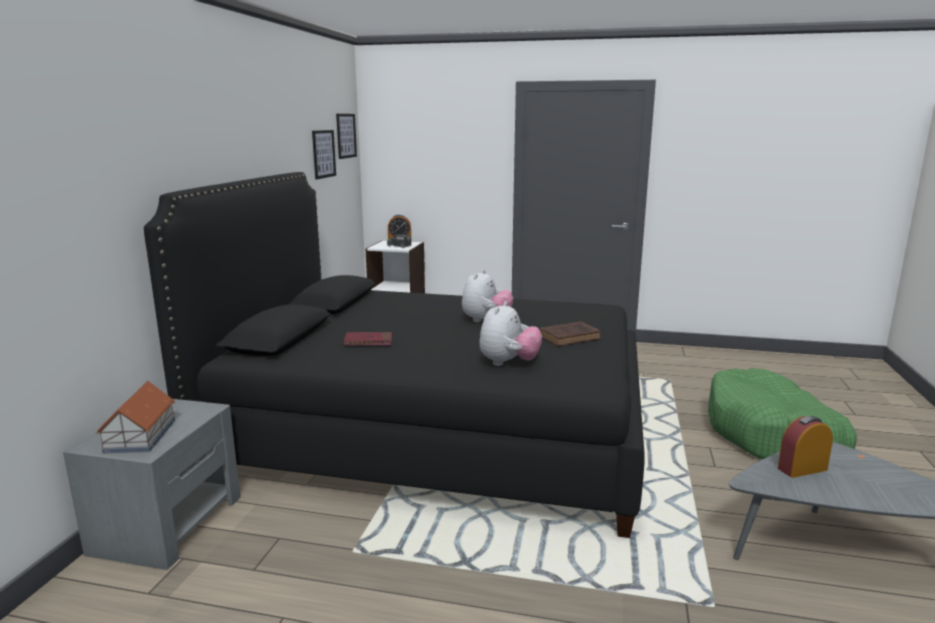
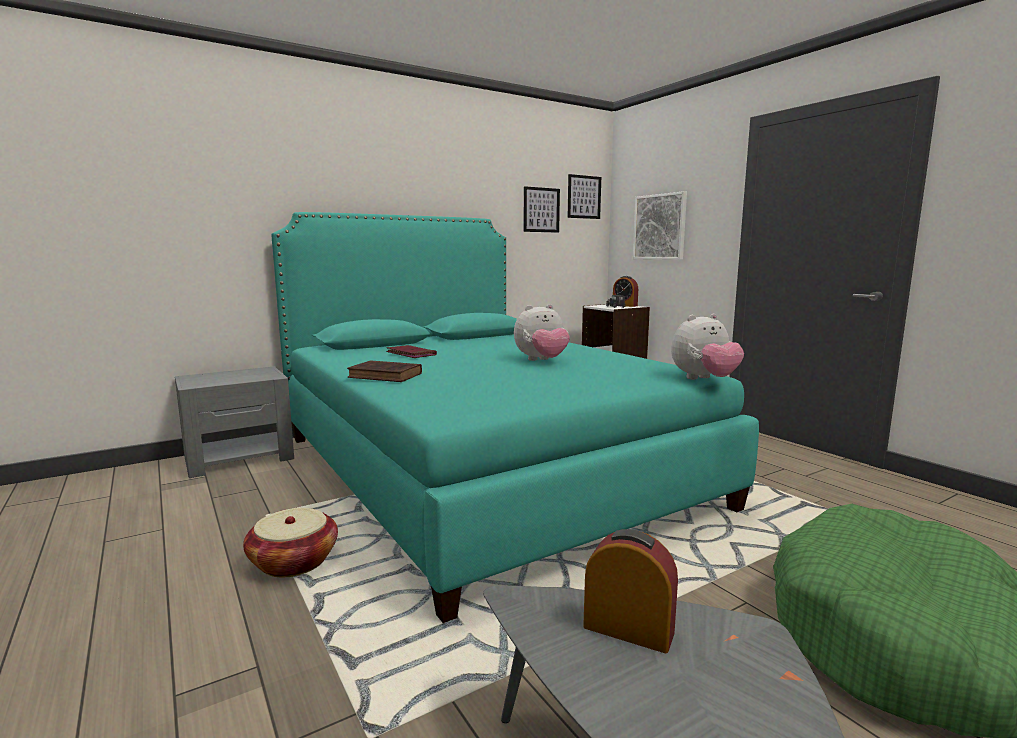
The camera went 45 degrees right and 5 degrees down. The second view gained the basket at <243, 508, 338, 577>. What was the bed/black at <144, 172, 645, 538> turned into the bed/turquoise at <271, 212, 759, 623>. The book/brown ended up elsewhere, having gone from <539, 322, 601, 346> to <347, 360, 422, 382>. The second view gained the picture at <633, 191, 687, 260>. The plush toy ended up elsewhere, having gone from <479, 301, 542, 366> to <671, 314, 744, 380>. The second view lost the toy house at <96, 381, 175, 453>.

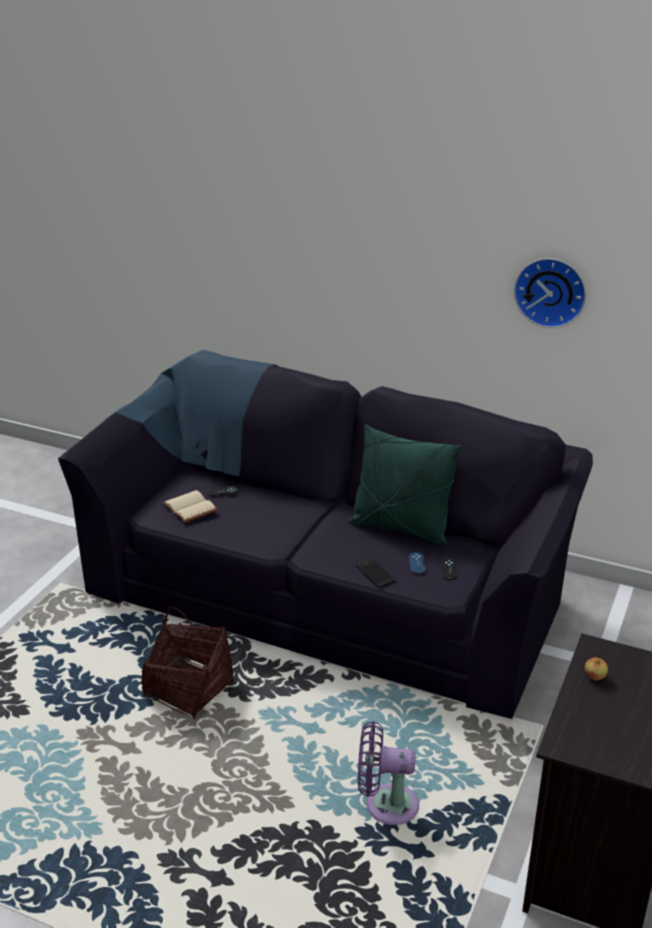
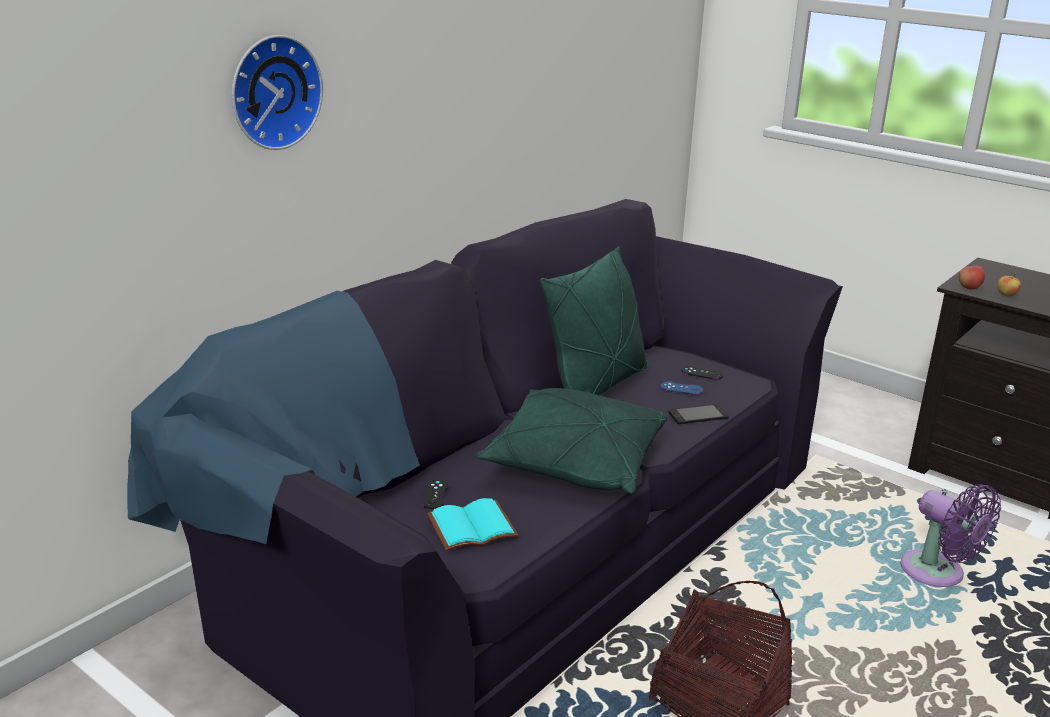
The camera went 75 degrees left and 5 degrees down. The wall clock ended up elsewhere, having gone from <514, 258, 586, 328> to <232, 35, 323, 150>. What was the book/beige at <163, 490, 218, 523> turned into the book/turquoise at <427, 498, 518, 551>. The second view gained the pillow/green at <477, 388, 667, 494>. The fan/purple at <358, 721, 419, 825> ended up facing another way, 60 degrees counterclockwise from before. The second view gained the apple at <959, 266, 985, 290>.

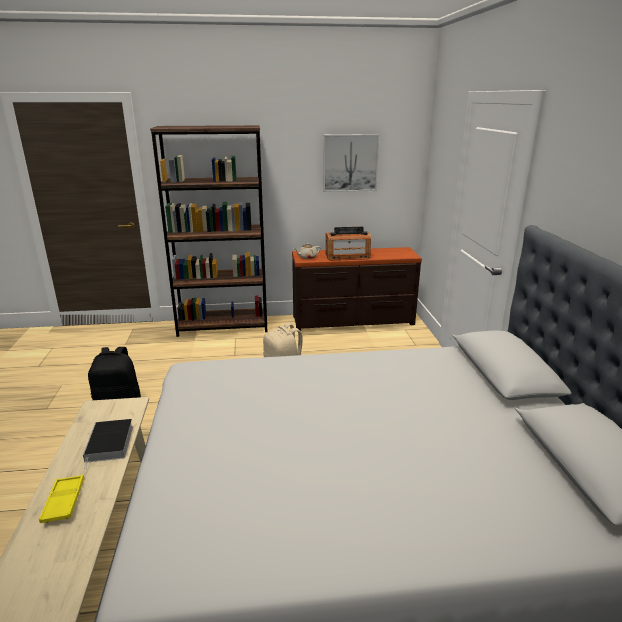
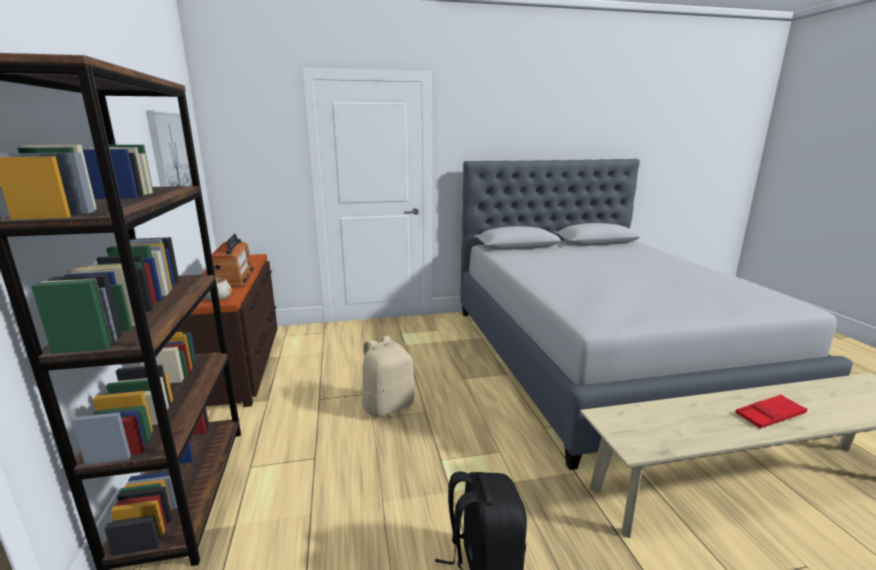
The camera went 95 degrees left and 5 degrees down. What was the tray/yellow at <39, 474, 84, 523> turned into the tray/red at <735, 394, 807, 428>. The second view lost the book at <83, 419, 133, 469>.

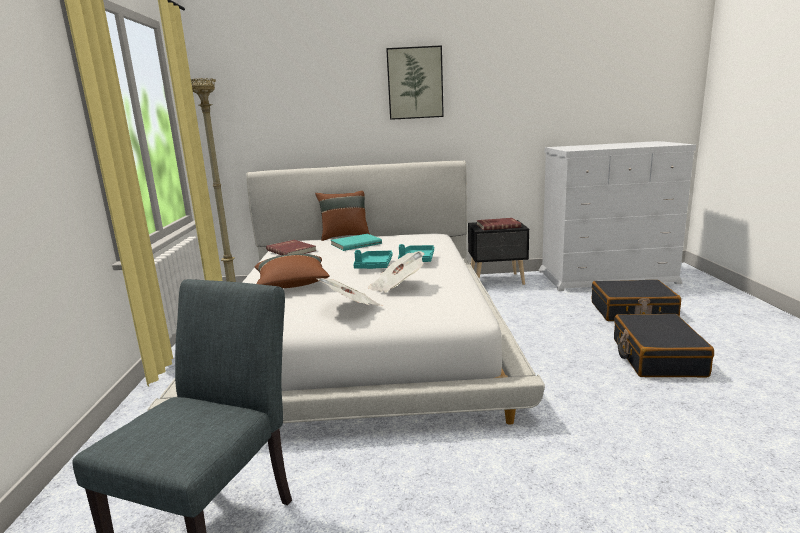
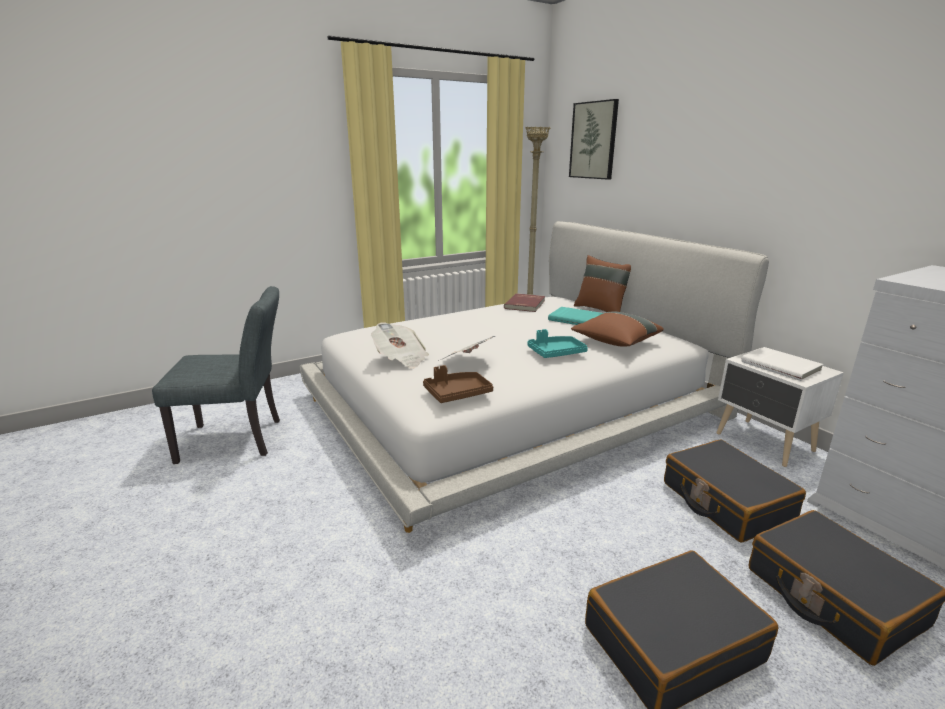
The camera went 60 degrees right and 5 degrees up. The second view gained the tray/brown at <423, 365, 493, 403>. The picture ended up elsewhere, having gone from <386, 45, 444, 120> to <569, 99, 619, 180>. The pillow/brown ended up elsewhere, having gone from <255, 254, 330, 288> to <571, 311, 664, 347>. The second view gained the suitcase/black at <664, 439, 806, 543>. What was the nightstand/black at <468, 220, 529, 285> turned into the nightstand/white at <716, 348, 844, 467>. What was the book/red at <477, 218, 521, 230> turned into the book/white at <741, 347, 824, 381>. The second view lost the tray/turquoise at <353, 250, 393, 269>.

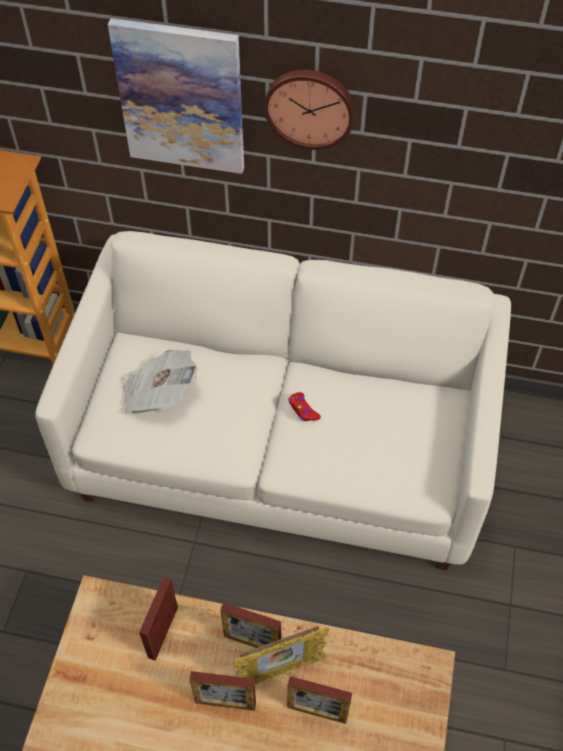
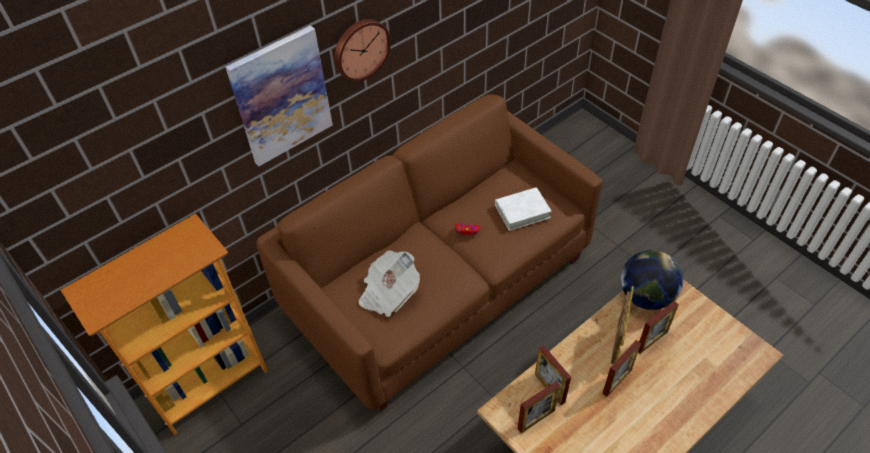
The camera went 50 degrees left and 5 degrees down. What was the sofa/white at <35, 231, 511, 570> turned into the sofa/brown at <257, 94, 603, 411>. The second view gained the book/white at <495, 187, 552, 231>. The picture frame ended up elsewhere, having gone from <220, 602, 281, 648> to <518, 381, 560, 433>. The second view gained the globe at <621, 250, 683, 310>.

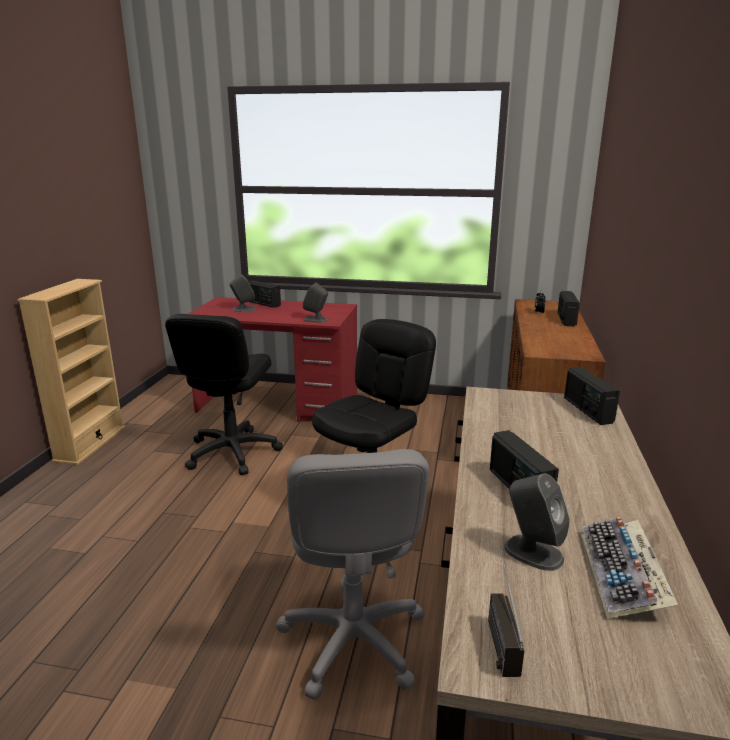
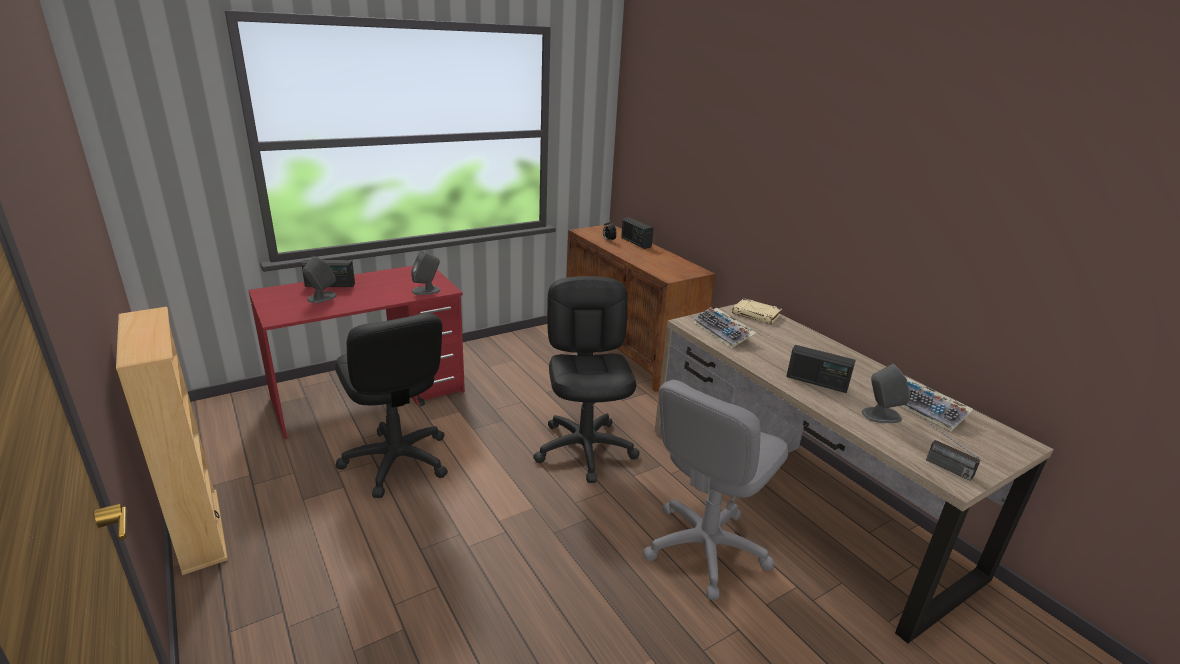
The camera went 45 degrees left and 5 degrees up. The office chair/grey at <276, 449, 429, 700> ended up facing another way, 90 degrees clockwise from before. The second view gained the keyboard at <694, 307, 756, 348>. Where the radio stood at <564, 367, 620, 425>, the book/beige came to stand at <732, 298, 782, 324>.

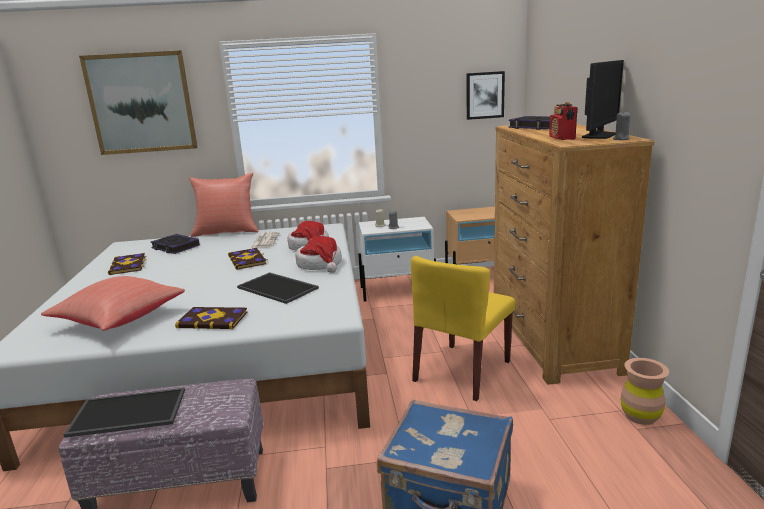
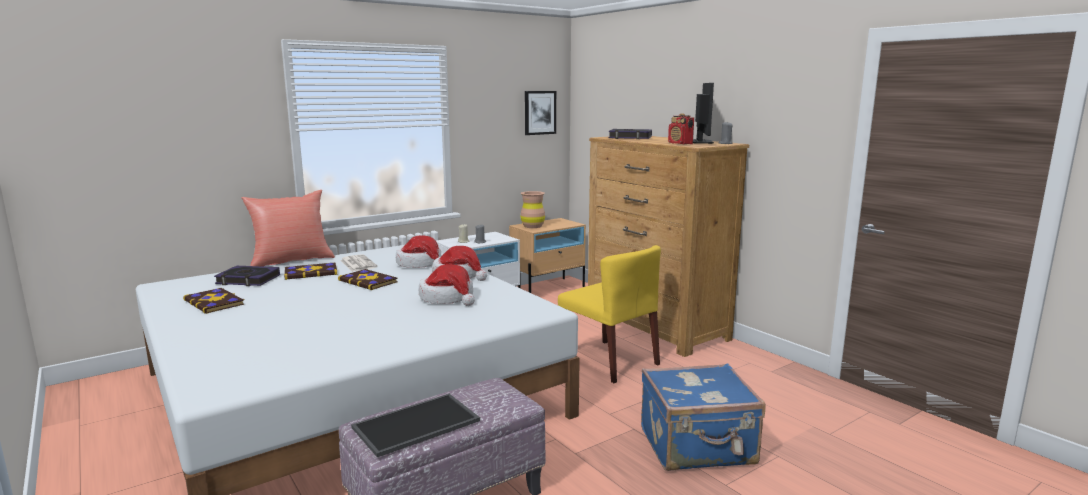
The camera went 30 degrees left and 5 degrees down. The book ended up elsewhere, having gone from <175, 307, 248, 329> to <284, 263, 337, 280>. Where the tray stood at <237, 272, 319, 304>, the hat came to stand at <419, 264, 475, 306>. The vase/brown ended up elsewhere, having gone from <620, 358, 669, 425> to <521, 191, 545, 228>. The chair/yellow at <411, 256, 516, 401> ended up facing another way, 45 degrees counterclockwise from before. The second view lost the pillow/red at <41, 276, 185, 331>. The second view lost the picture at <79, 50, 198, 155>.

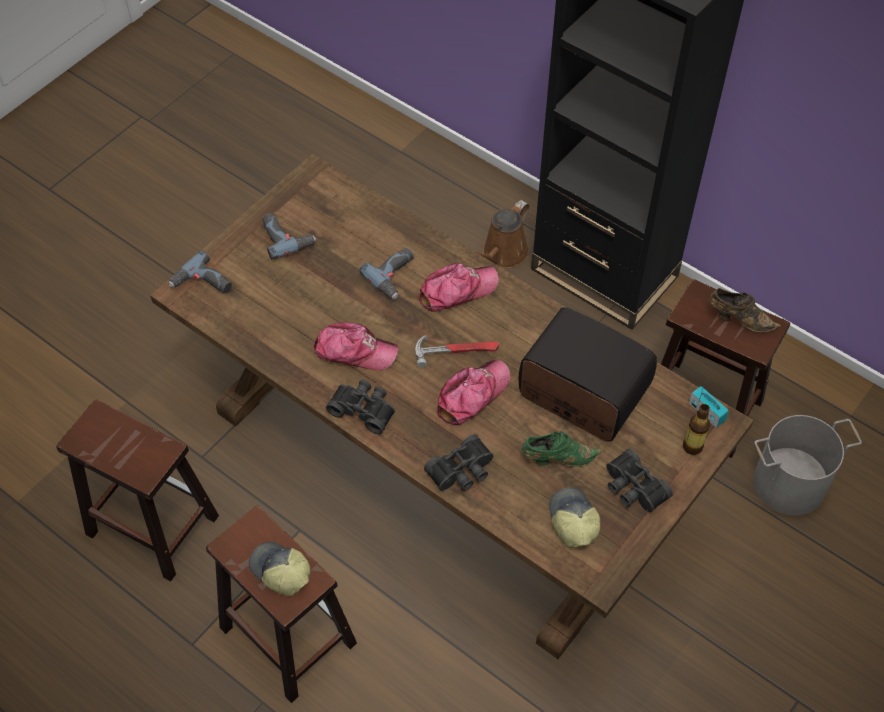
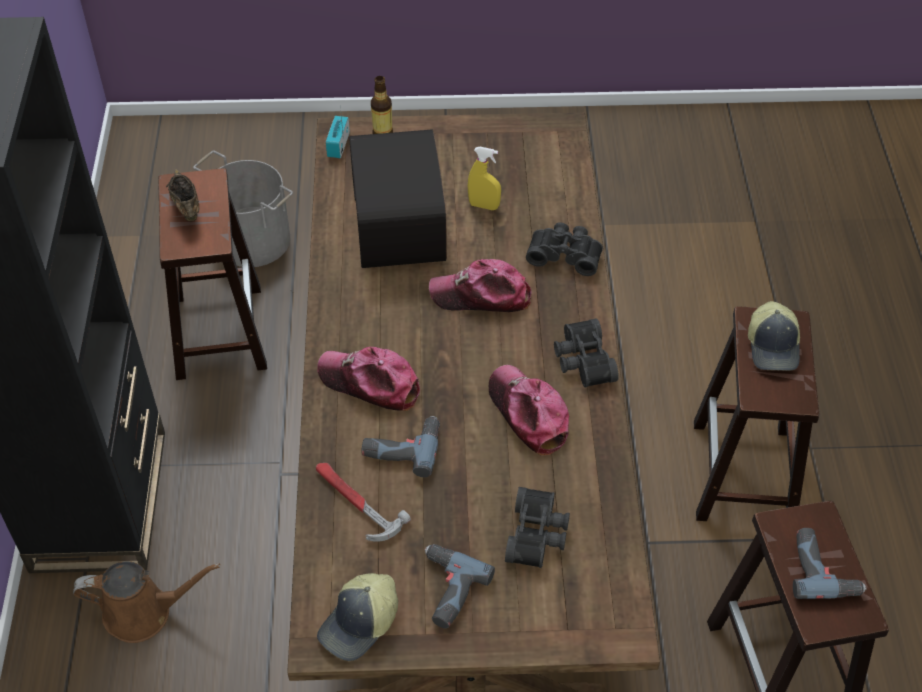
The camera went 130 degrees left and 5 degrees down. The hammer ended up elsewhere, having gone from <415, 335, 499, 367> to <316, 463, 411, 542>. The cap ended up elsewhere, having gone from <549, 488, 600, 548> to <317, 573, 398, 661>. Where the shoe/green stood at <522, 431, 603, 467>, the spray bottle/yellow came to stand at <468, 147, 501, 210>. The binoculars/black ended up elsewhere, having gone from <606, 449, 673, 512> to <505, 487, 570, 568>. The power drill ended up elsewhere, having gone from <169, 250, 232, 293> to <793, 528, 867, 599>.

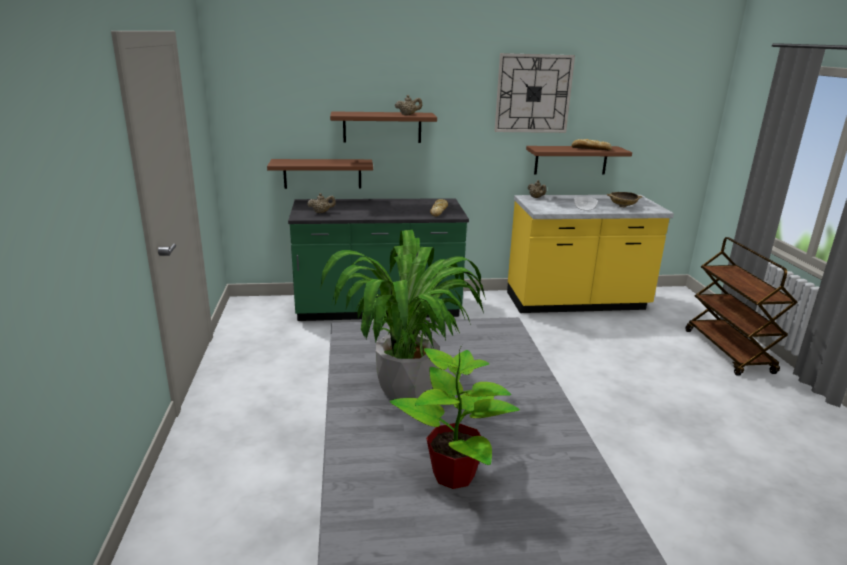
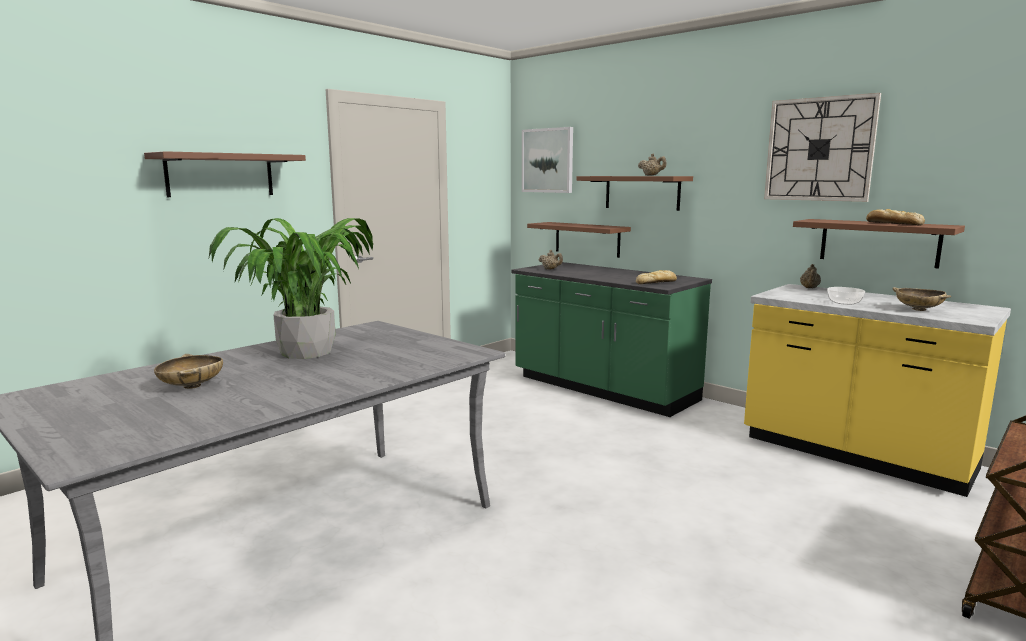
The camera went 50 degrees right and 10 degrees down. The second view gained the shelf/brown at <144, 151, 306, 197>. Where the potted plant stood at <390, 345, 520, 489>, the bowl/beige came to stand at <154, 354, 223, 389>. The second view gained the picture at <522, 127, 573, 193>.

